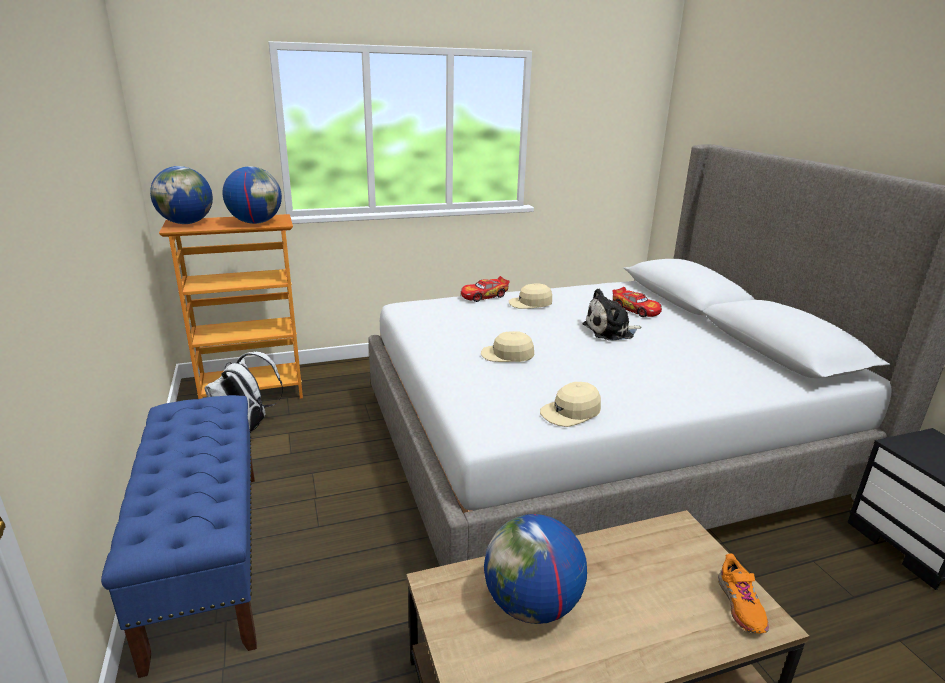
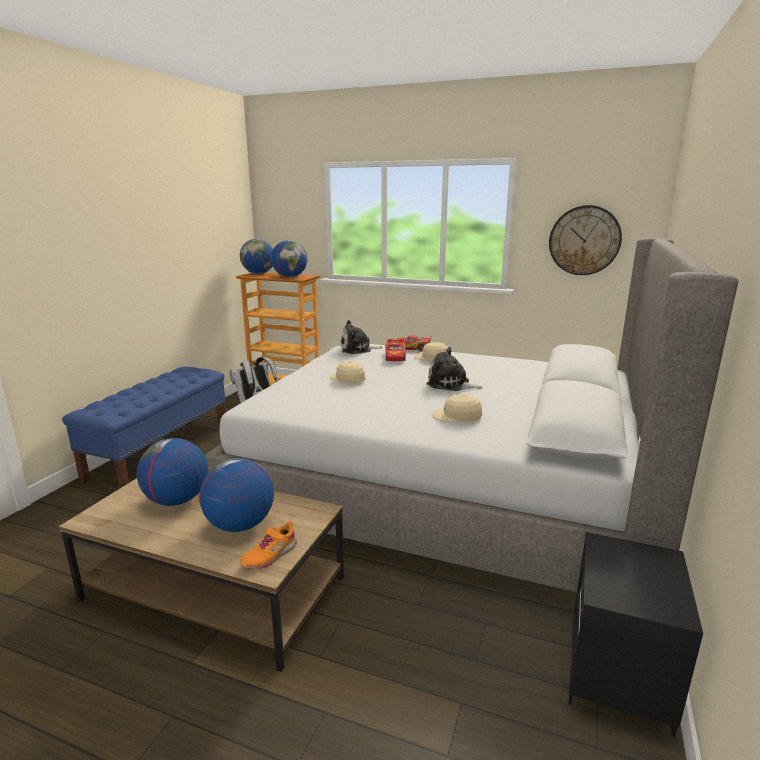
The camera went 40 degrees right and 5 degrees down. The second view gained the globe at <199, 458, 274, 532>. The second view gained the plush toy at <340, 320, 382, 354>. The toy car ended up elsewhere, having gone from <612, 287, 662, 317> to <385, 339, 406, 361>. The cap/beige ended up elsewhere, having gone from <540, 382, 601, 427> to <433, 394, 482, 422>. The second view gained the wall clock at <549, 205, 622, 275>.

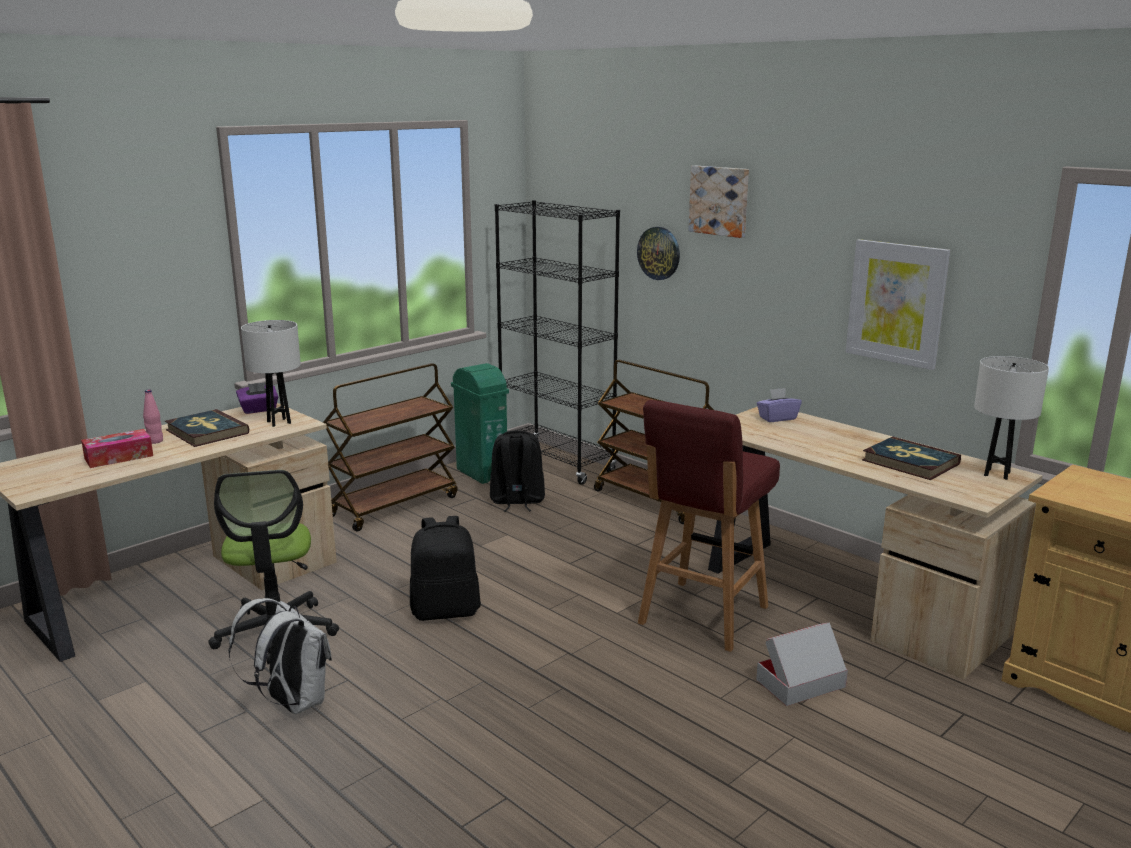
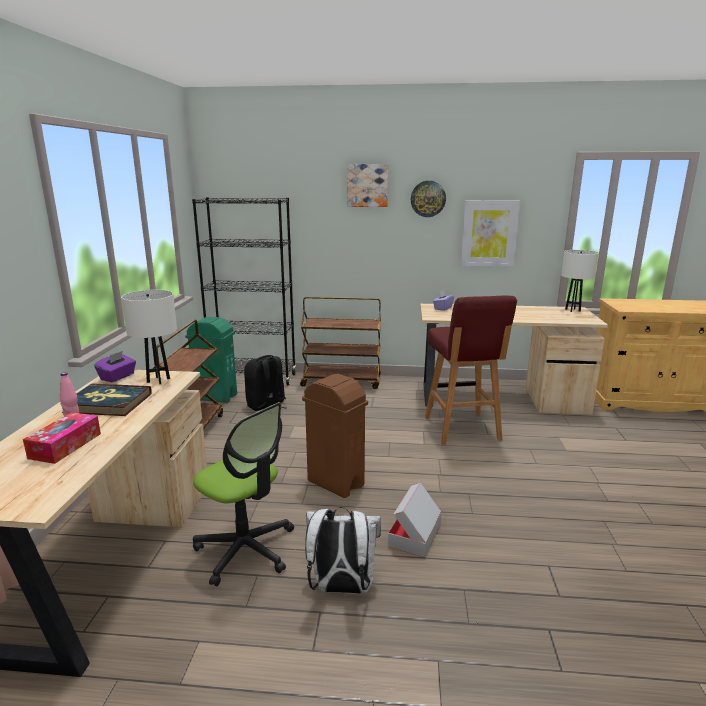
The camera went 40 degrees left and 0 degrees up. Where the backpack/black stood at <410, 516, 481, 621>, the trash can/brown came to stand at <302, 374, 368, 498>. The cardboard box ended up elsewhere, having gone from <756, 622, 848, 706> to <388, 482, 441, 557>. The wall clock ended up elsewhere, having gone from <637, 227, 680, 280> to <411, 181, 446, 217>. The second view lost the book at <862, 437, 961, 480>.

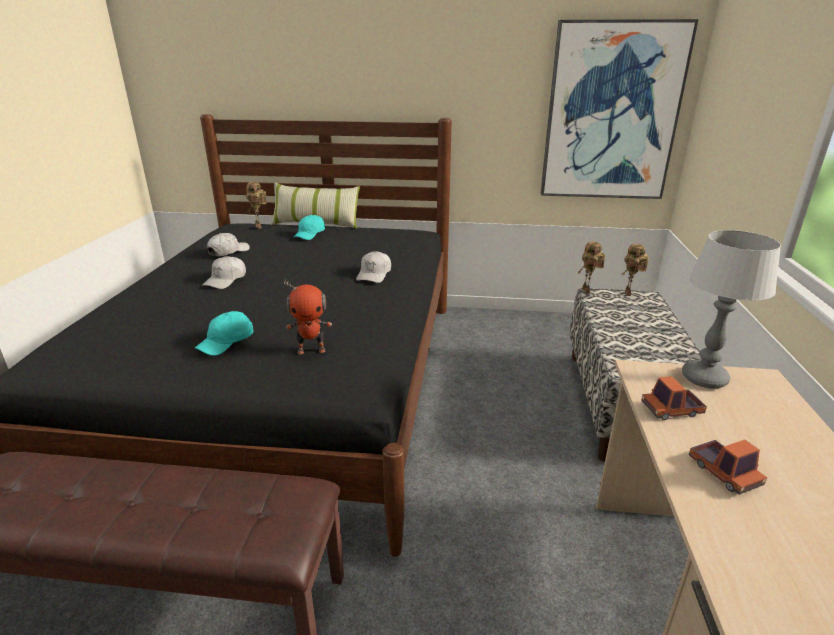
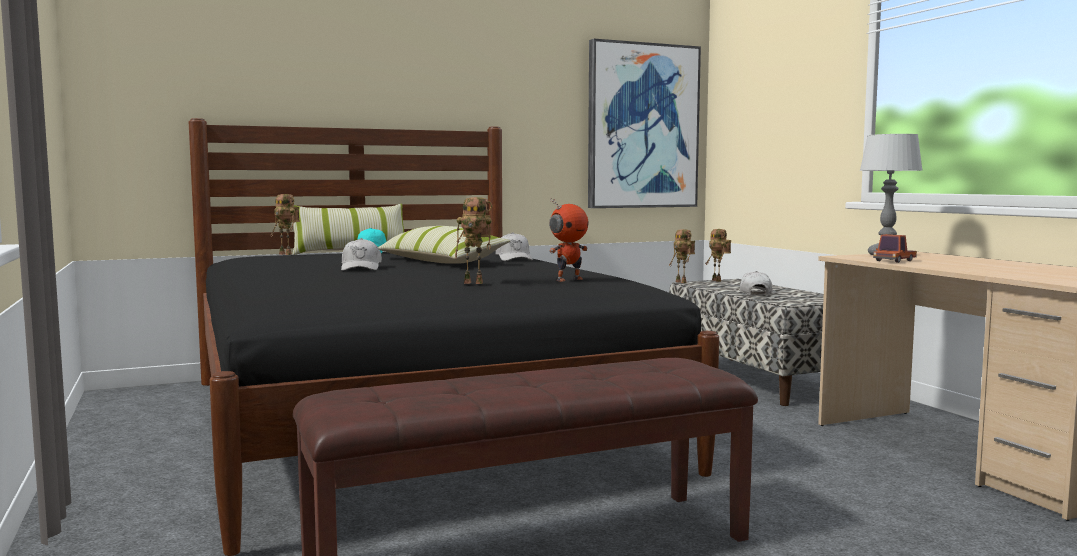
The camera went 30 degrees left and 20 degrees down. The second view gained the pillow at <378, 226, 511, 264>. Where the cap/turquoise stood at <195, 311, 253, 356>, the toy robot came to stand at <455, 197, 492, 284>. The cap/white ended up elsewhere, having gone from <207, 233, 250, 256> to <740, 271, 772, 295>. The second view lost the toy truck at <689, 439, 767, 494>.

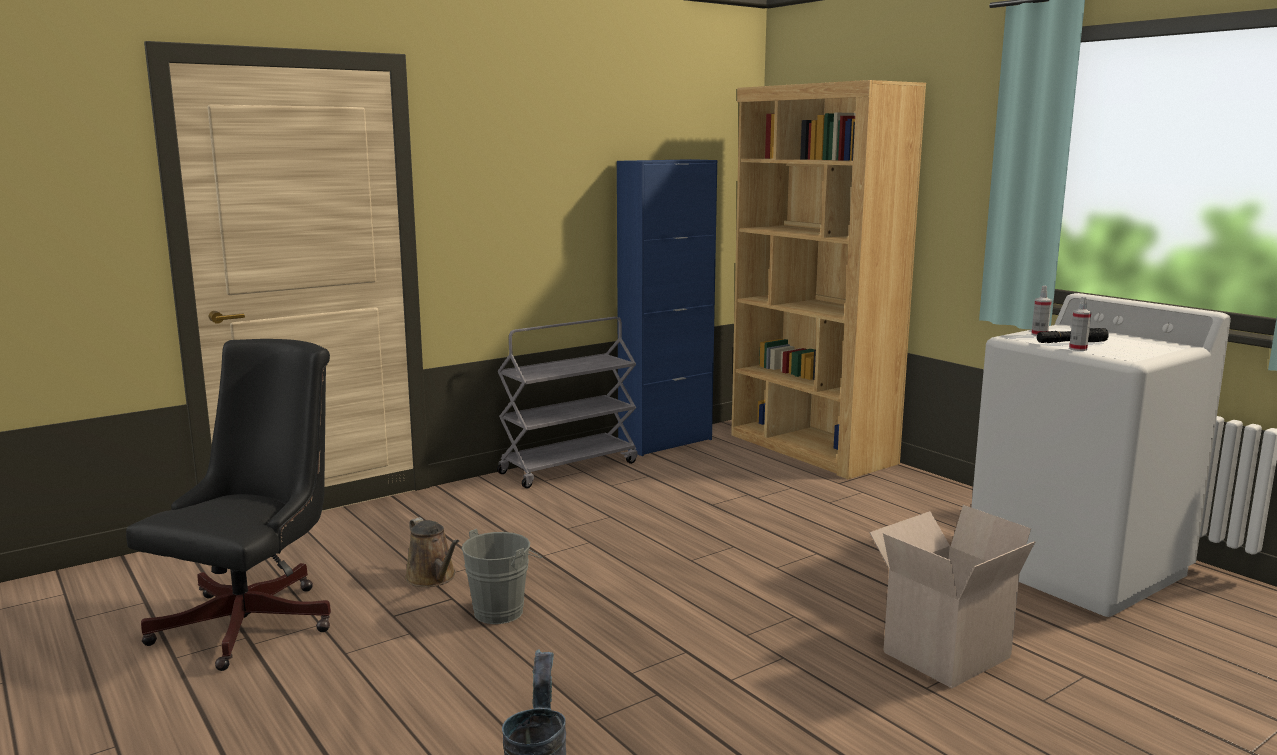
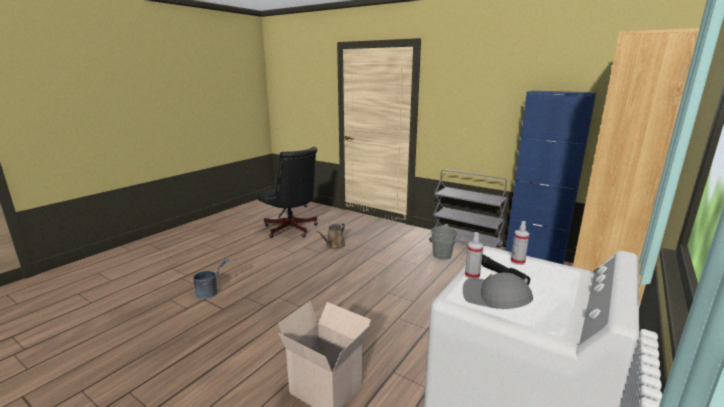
The camera went 70 degrees right and 5 degrees up. The office chair/black at <126, 339, 331, 671> ended up facing another way, 45 degrees clockwise from before. The bucket/grey ended up elsewhere, having gone from <462, 529, 542, 624> to <431, 224, 461, 260>. The second view gained the cap/grey at <463, 272, 533, 309>.

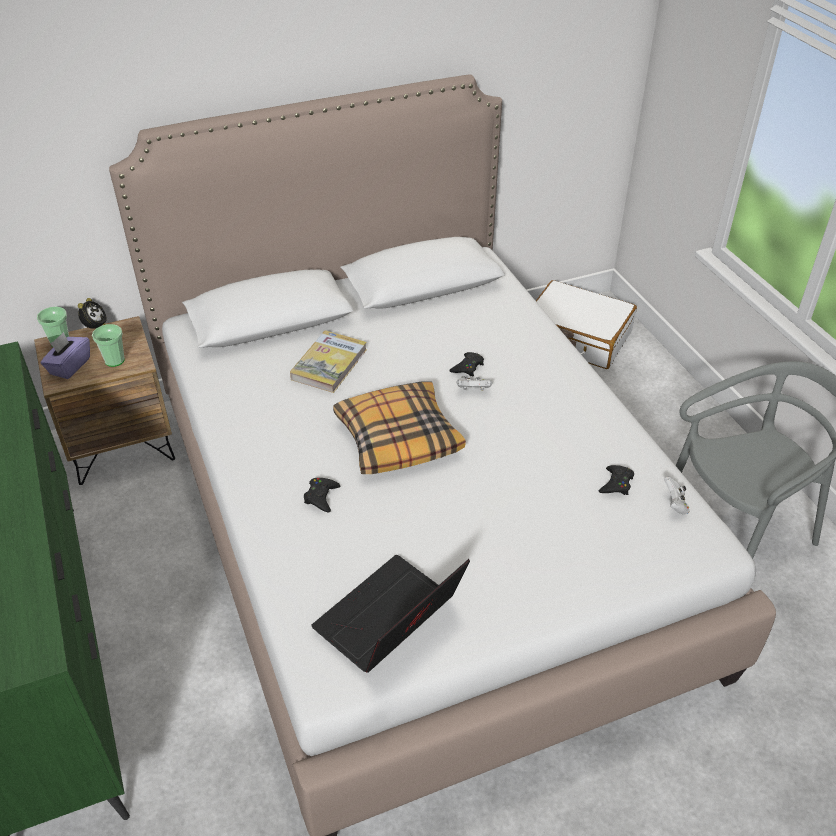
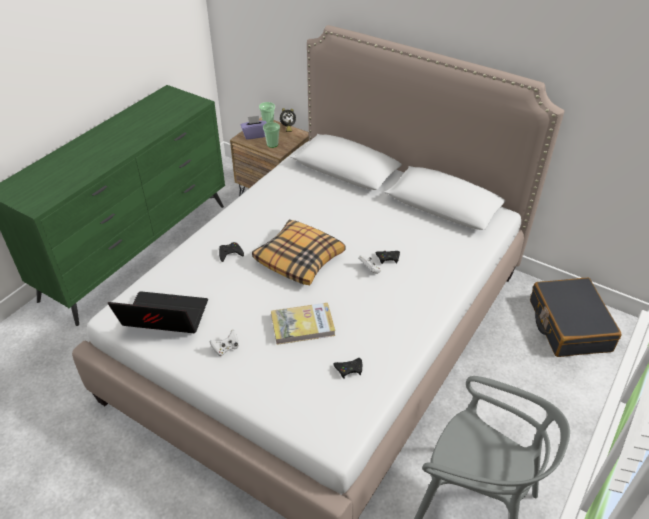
The camera went 55 degrees right and 0 degrees up. The game controller/white ended up elsewhere, having gone from <664, 476, 690, 515> to <210, 330, 239, 356>. The book ended up elsewhere, having gone from <290, 330, 367, 393> to <271, 303, 335, 345>. What was the suitcase/white at <536, 280, 637, 369> turned into the suitcase/black at <530, 278, 621, 357>.

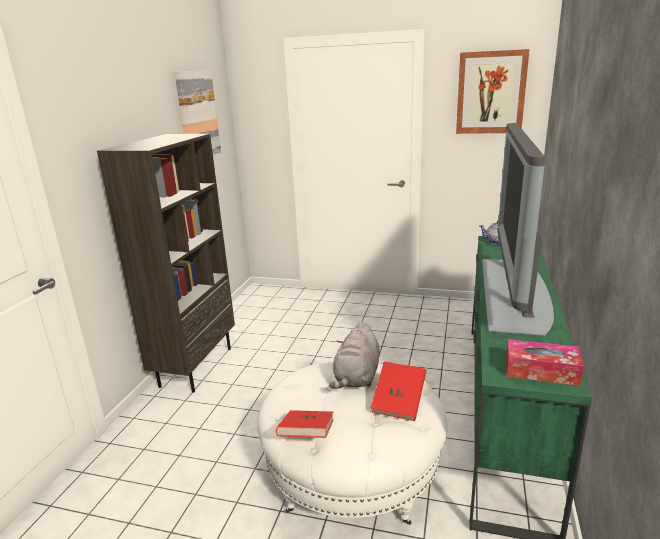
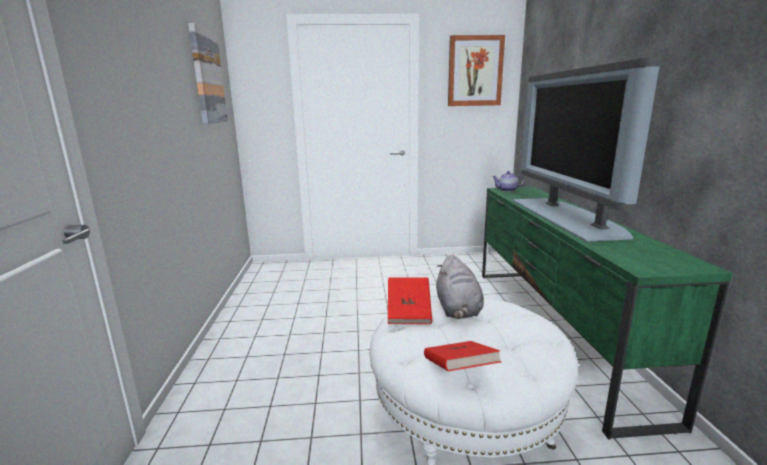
The camera went 20 degrees left and 5 degrees down. The book/red ended up elsewhere, having gone from <371, 362, 426, 421> to <388, 277, 432, 324>. The second view lost the bookcase/brown at <97, 134, 235, 392>. The second view lost the tissue box at <506, 339, 584, 386>.

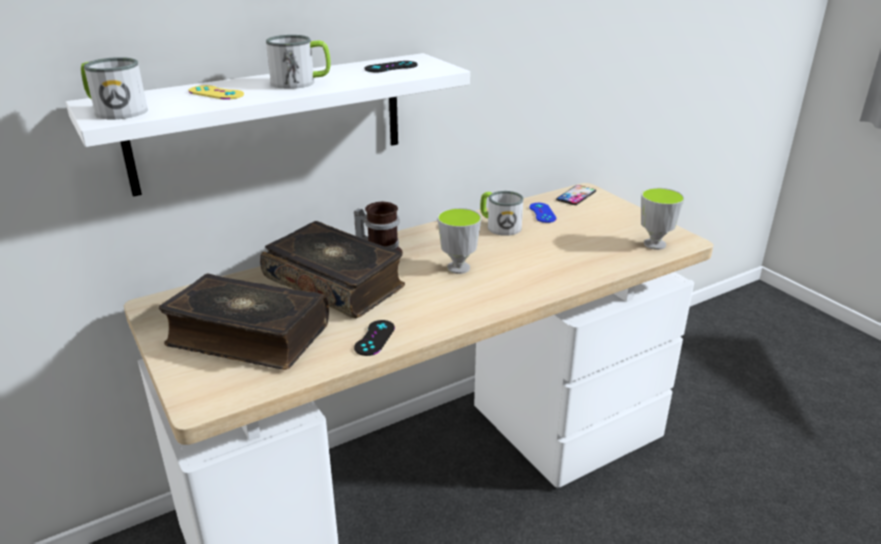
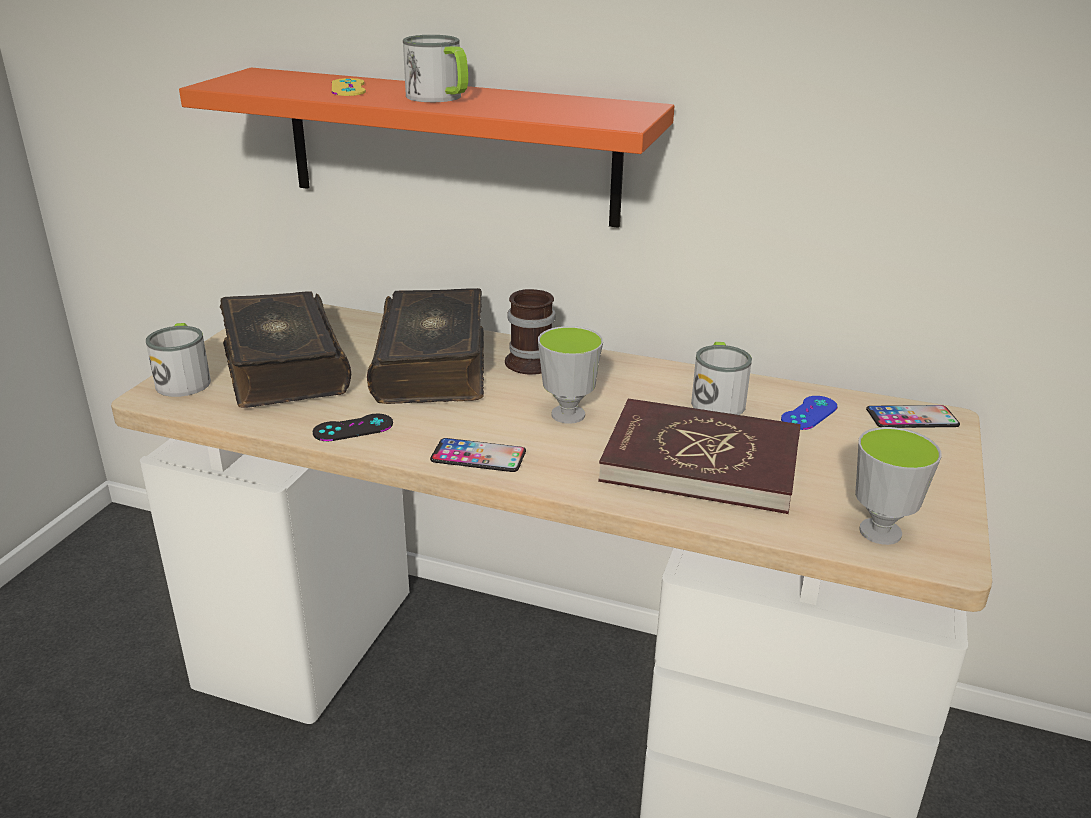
The camera went 50 degrees right and 0 degrees up. The mug ended up elsewhere, having gone from <81, 57, 148, 119> to <146, 323, 211, 397>. What was the shelf/white at <66, 53, 470, 197> turned into the shelf/orange at <179, 68, 674, 228>. The second view gained the phone at <430, 438, 526, 472>. The second view gained the book/red at <598, 399, 801, 514>. The second view lost the game controller/black at <365, 61, 417, 72>.

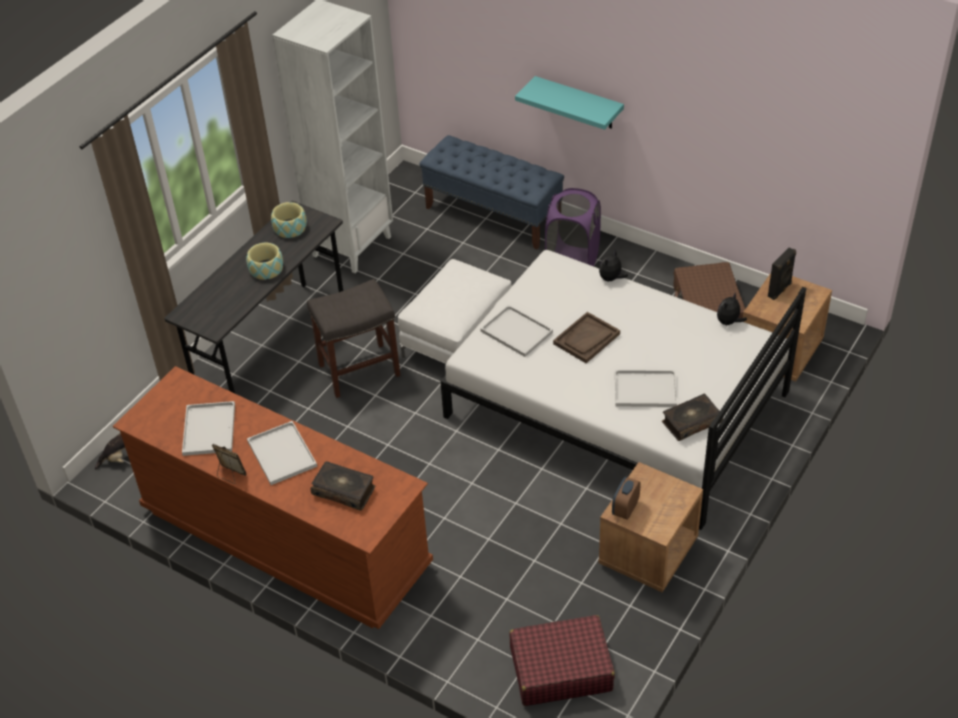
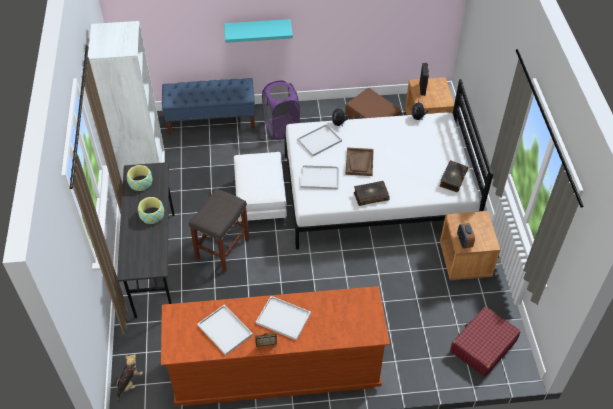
The camera went 40 degrees left and 5 degrees up. The tray/white ended up elsewhere, having gone from <615, 370, 677, 407> to <297, 124, 342, 156>. The book ended up elsewhere, having gone from <311, 461, 375, 511> to <354, 181, 390, 206>.

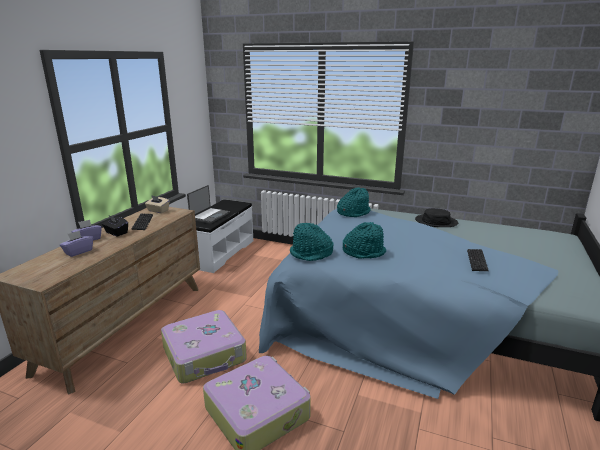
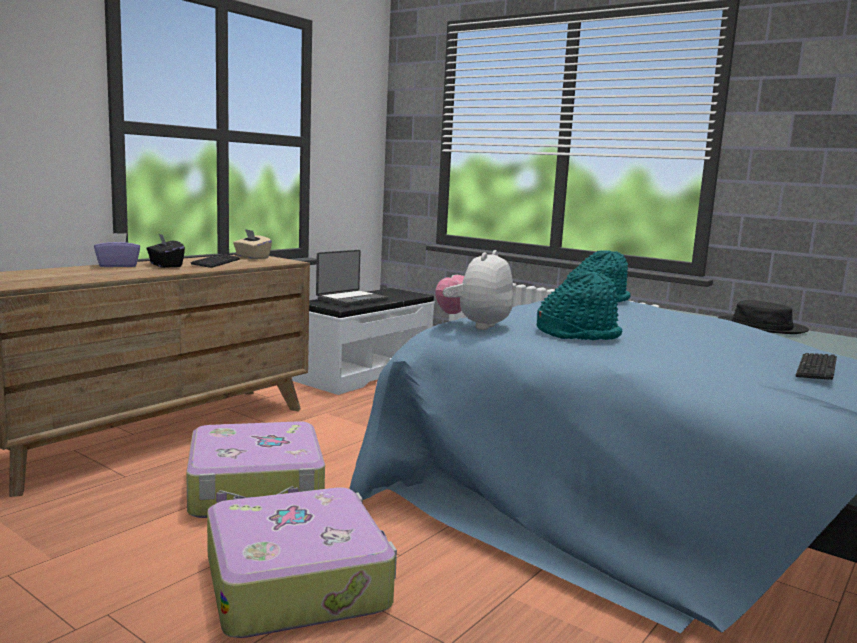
The camera went 15 degrees right and 10 degrees down. Where the hat/turquoise stood at <290, 223, 334, 261>, the plush toy came to stand at <435, 250, 513, 330>. The second view lost the tissue box/purple at <60, 230, 93, 257>.

